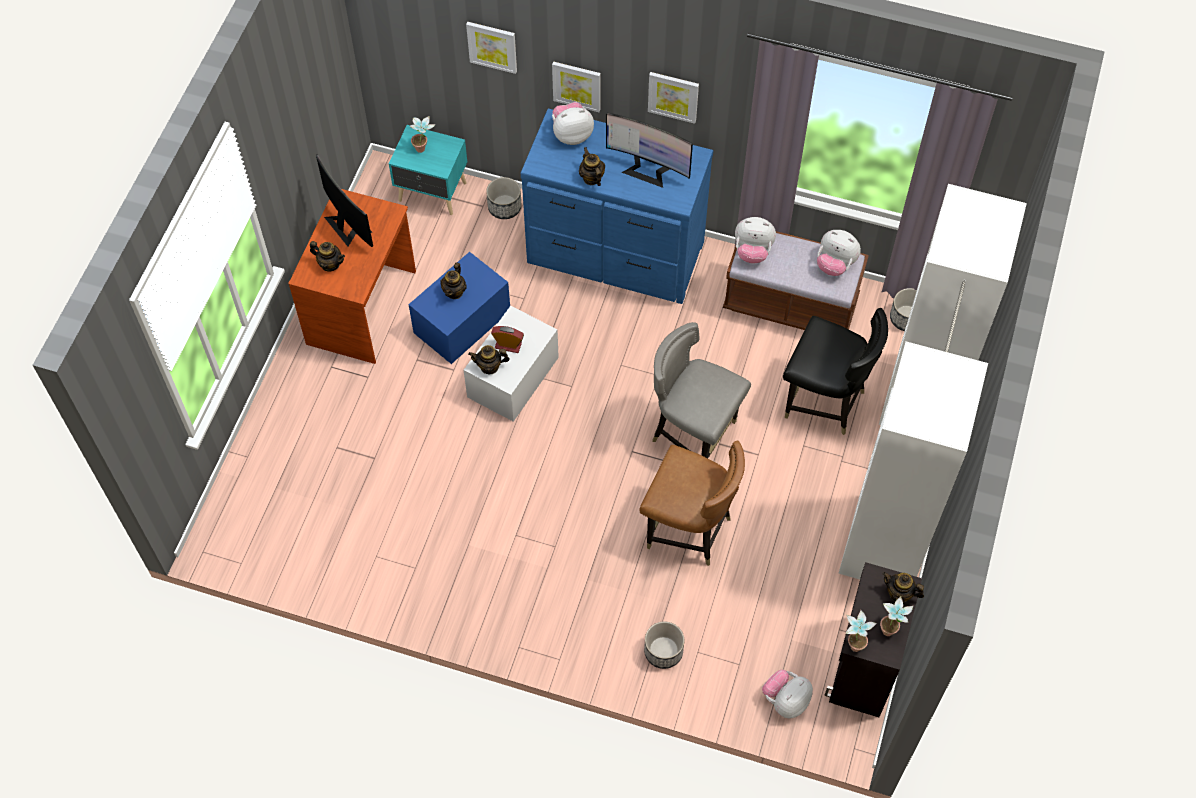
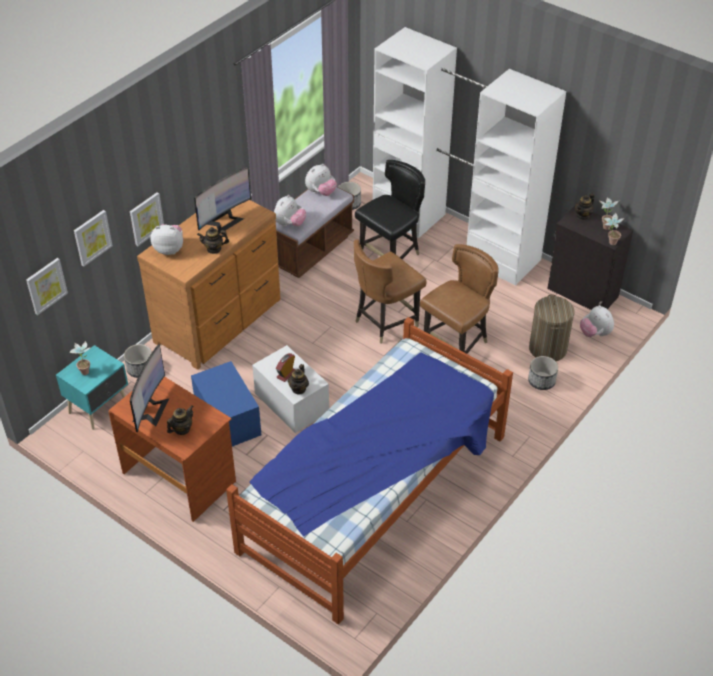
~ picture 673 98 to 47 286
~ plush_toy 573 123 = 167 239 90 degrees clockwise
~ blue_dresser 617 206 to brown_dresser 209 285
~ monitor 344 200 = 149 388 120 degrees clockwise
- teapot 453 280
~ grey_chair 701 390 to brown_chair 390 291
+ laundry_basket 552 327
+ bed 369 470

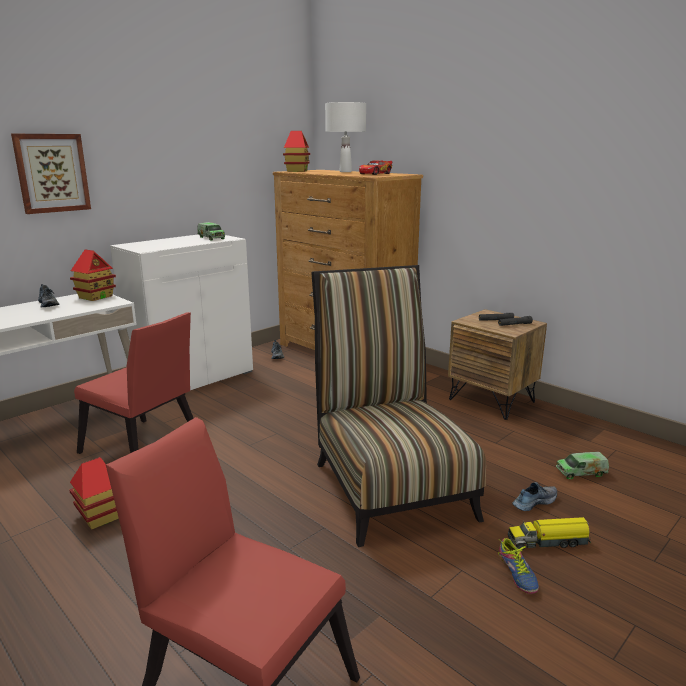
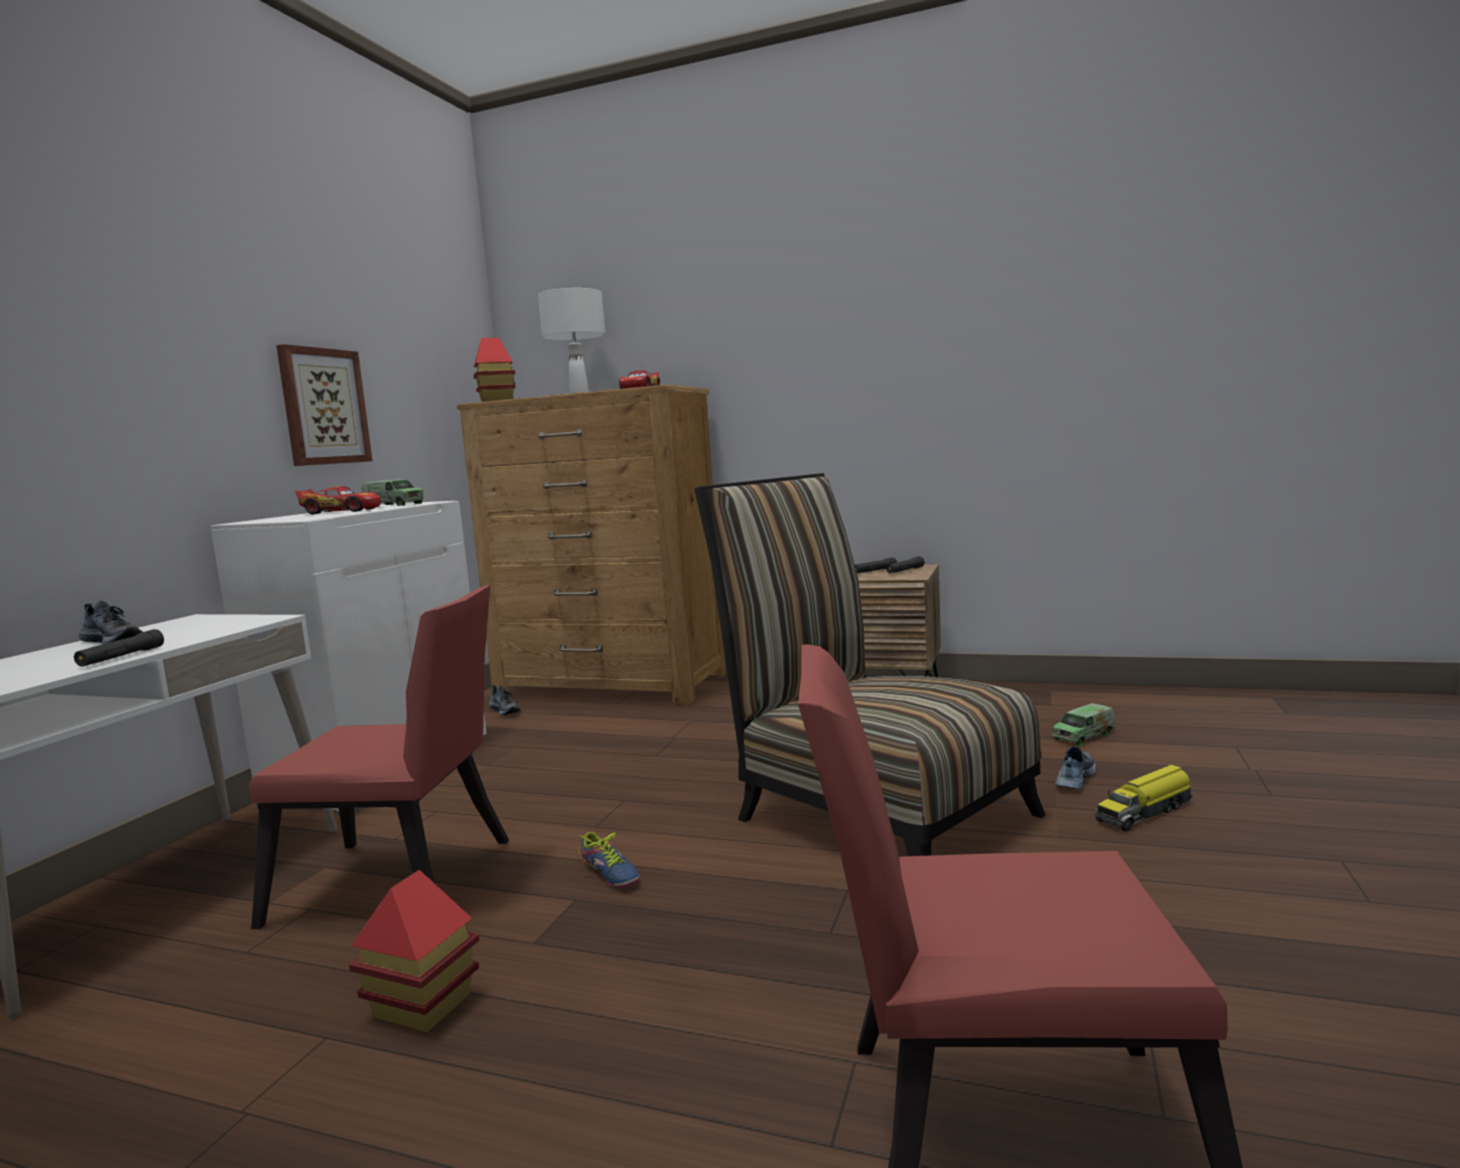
~ picture 51 174 to 324 405
- toy_house 93 275
~ shoe 518 566 to 608 860
+ toy_car 338 500
+ black_flashlight 119 648

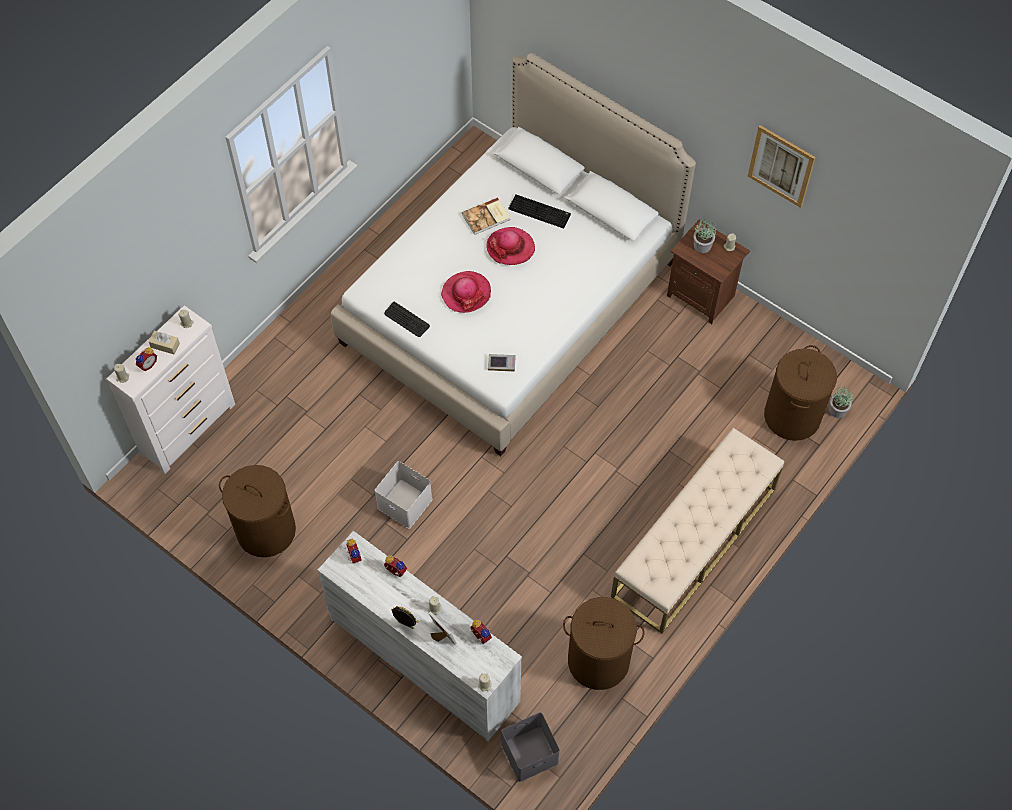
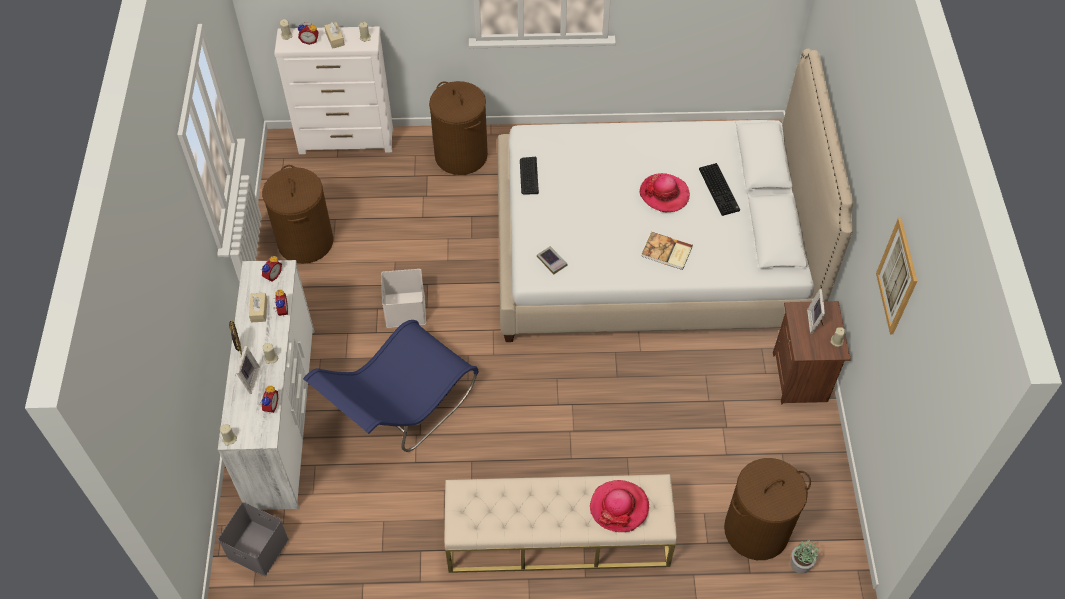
~ book 486 216 to 667 251
~ potted_plant 705 236 to picture_frame 816 311
~ hat 466 292 to 619 506
~ brown_laundry_basket 603 643 to 458 128
+ beige_tissue_box 258 307
+ blue_chair 391 386

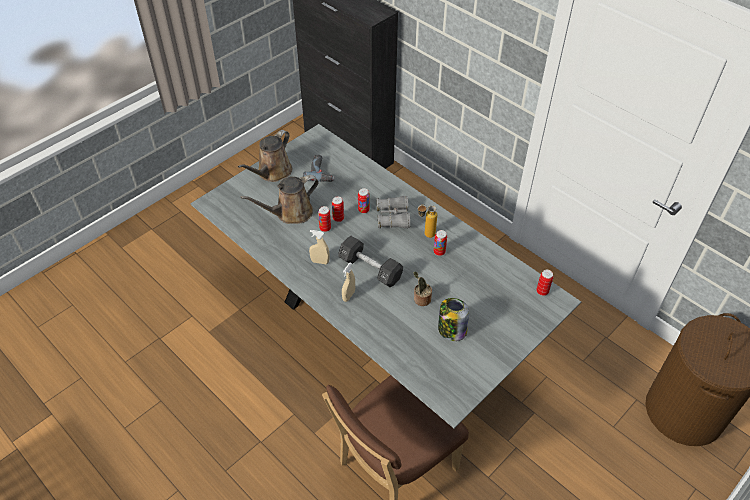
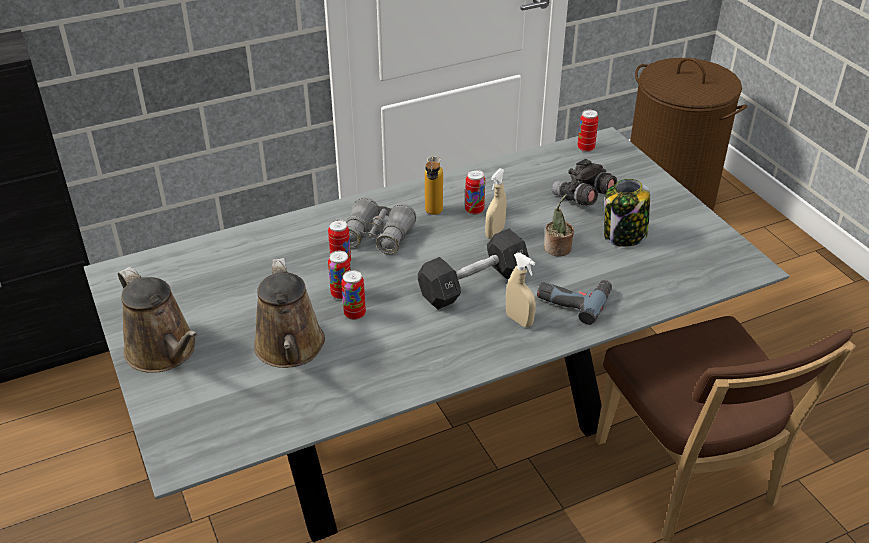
~ power_drill 319 168 to 574 302
~ beige_spray_bottle 319 247 to 495 204
+ grey_binoculars 584 182

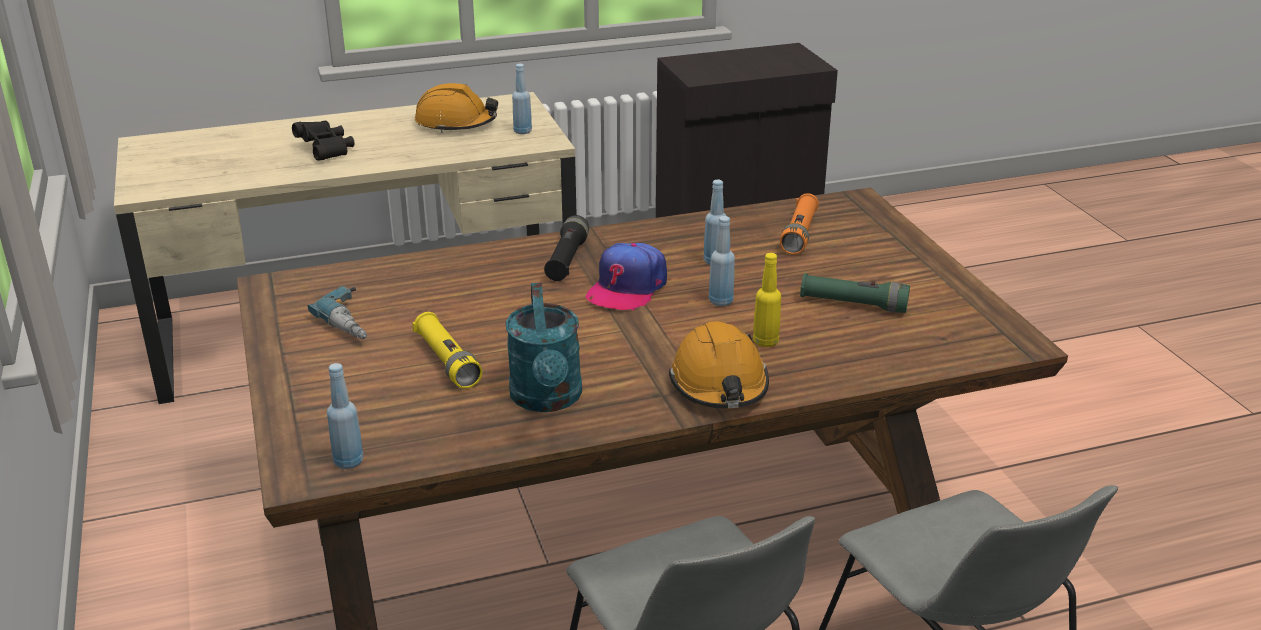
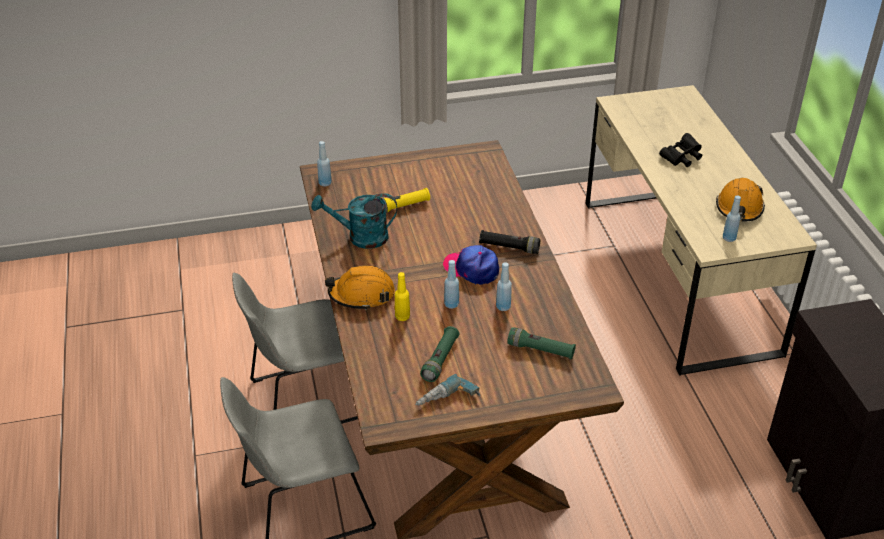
~ orange_flashlight 799 224 to green_flashlight 541 343
~ power_drill 337 312 to 447 390

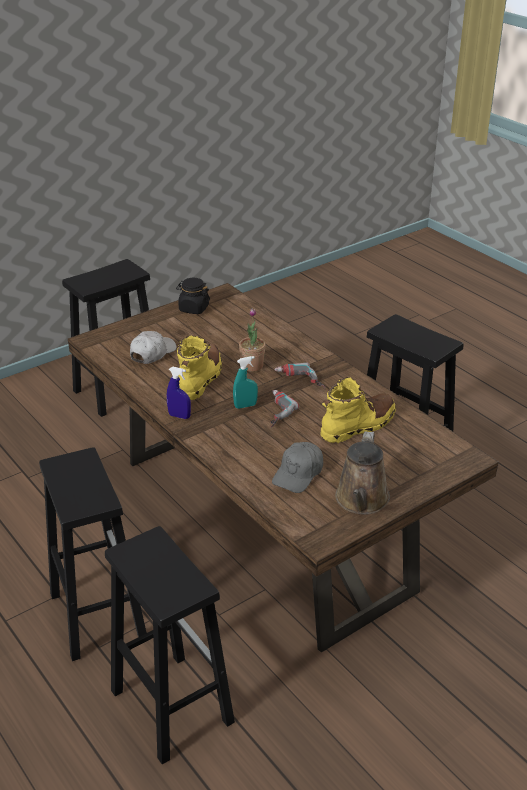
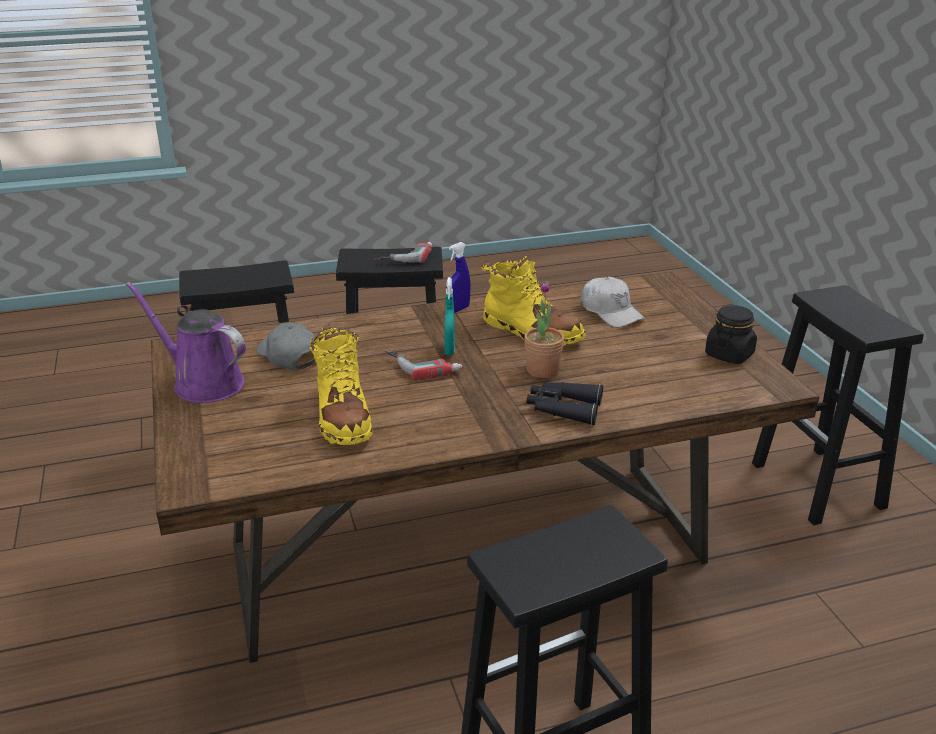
~ power_drill 299 375 to 403 252
~ brown_watering_can 362 473 to purple_watering_can 186 342
+ black_binoculars 565 403

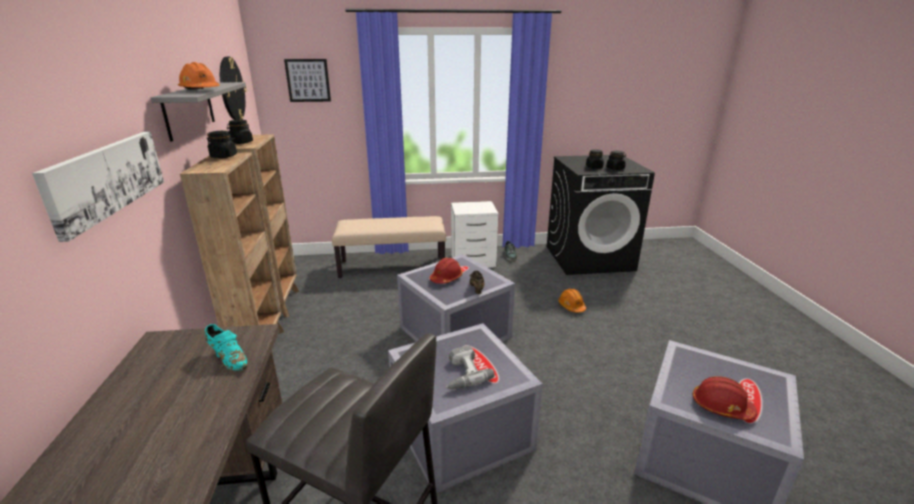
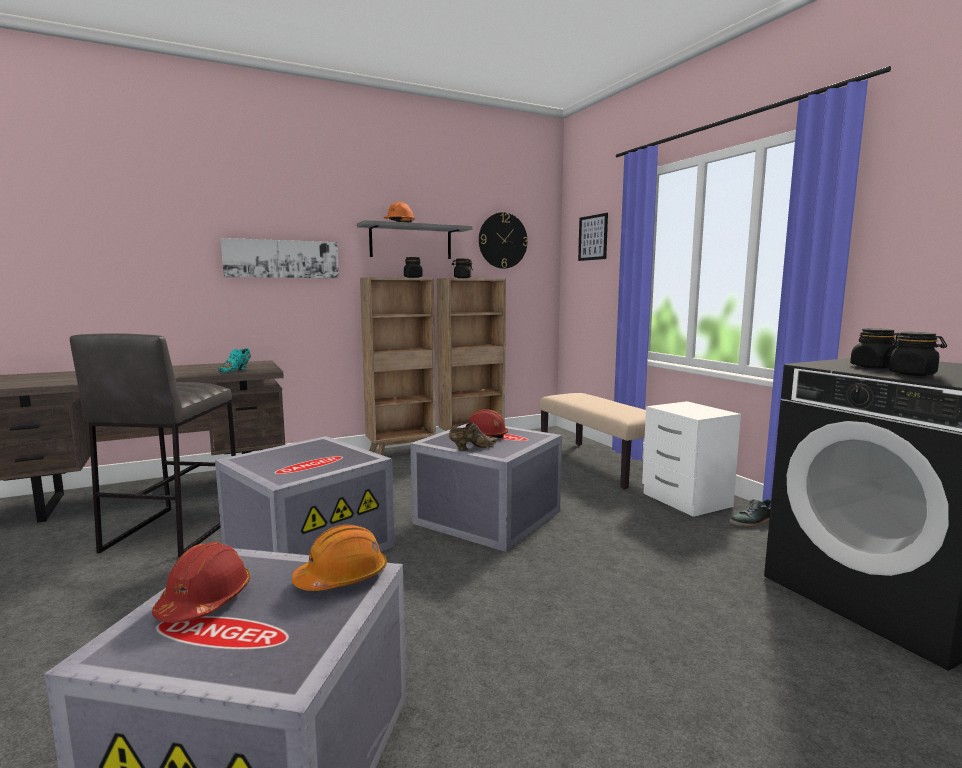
~ orange_hard_hat 572 301 to 339 557
- power_drill 470 367

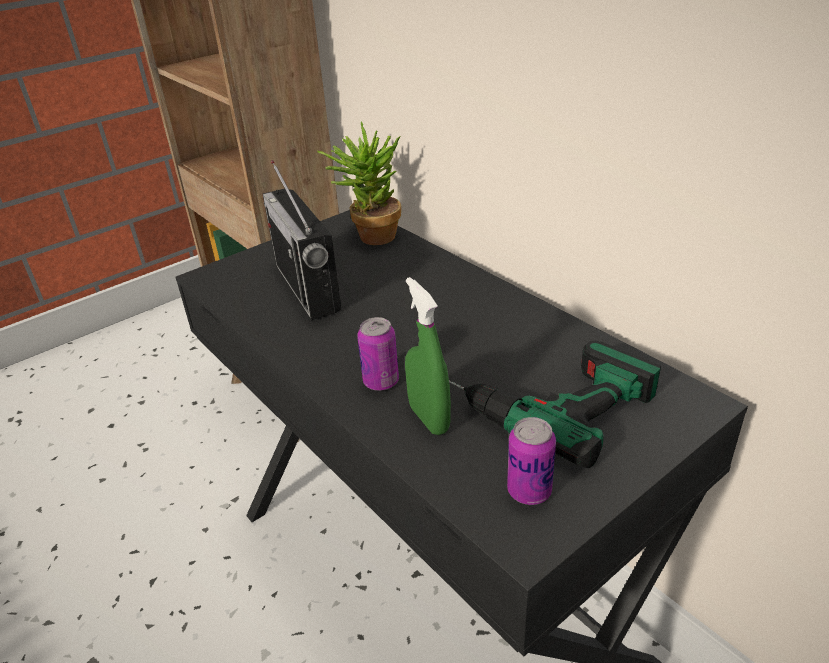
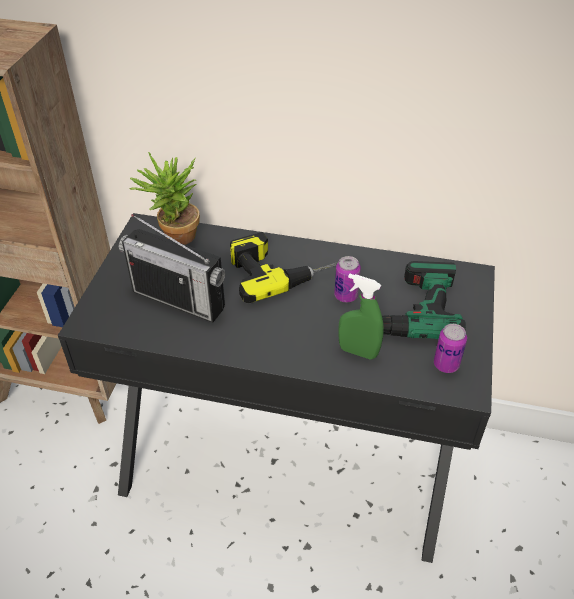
~ can 378 354 to 347 279
+ power_drill 284 267

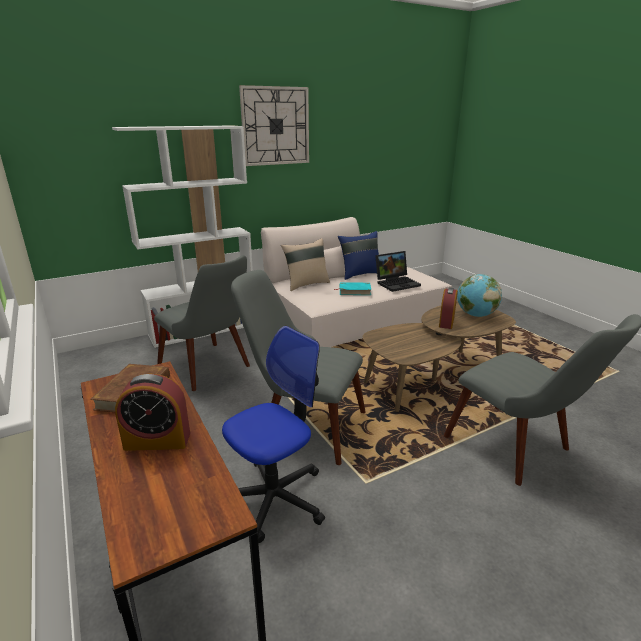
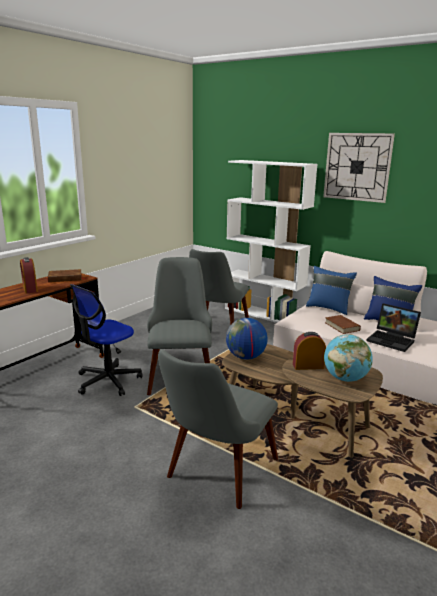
~ beige_pillow 305 264 to blue_pillow 331 290
~ turquoise_book 352 288 to brown_book 343 324
~ office_chair 273 434 = 106 340 105 degrees clockwise
+ globe 247 339

